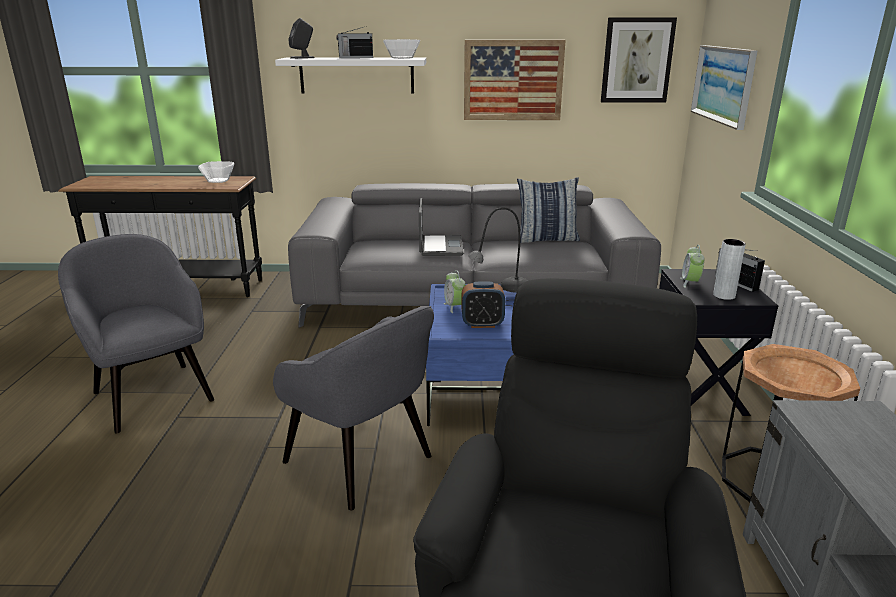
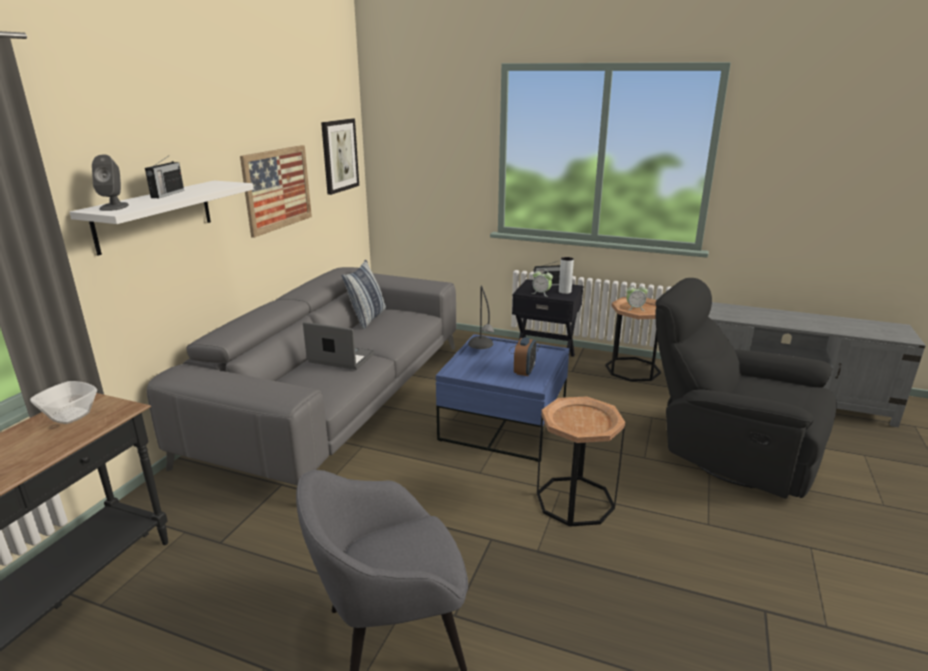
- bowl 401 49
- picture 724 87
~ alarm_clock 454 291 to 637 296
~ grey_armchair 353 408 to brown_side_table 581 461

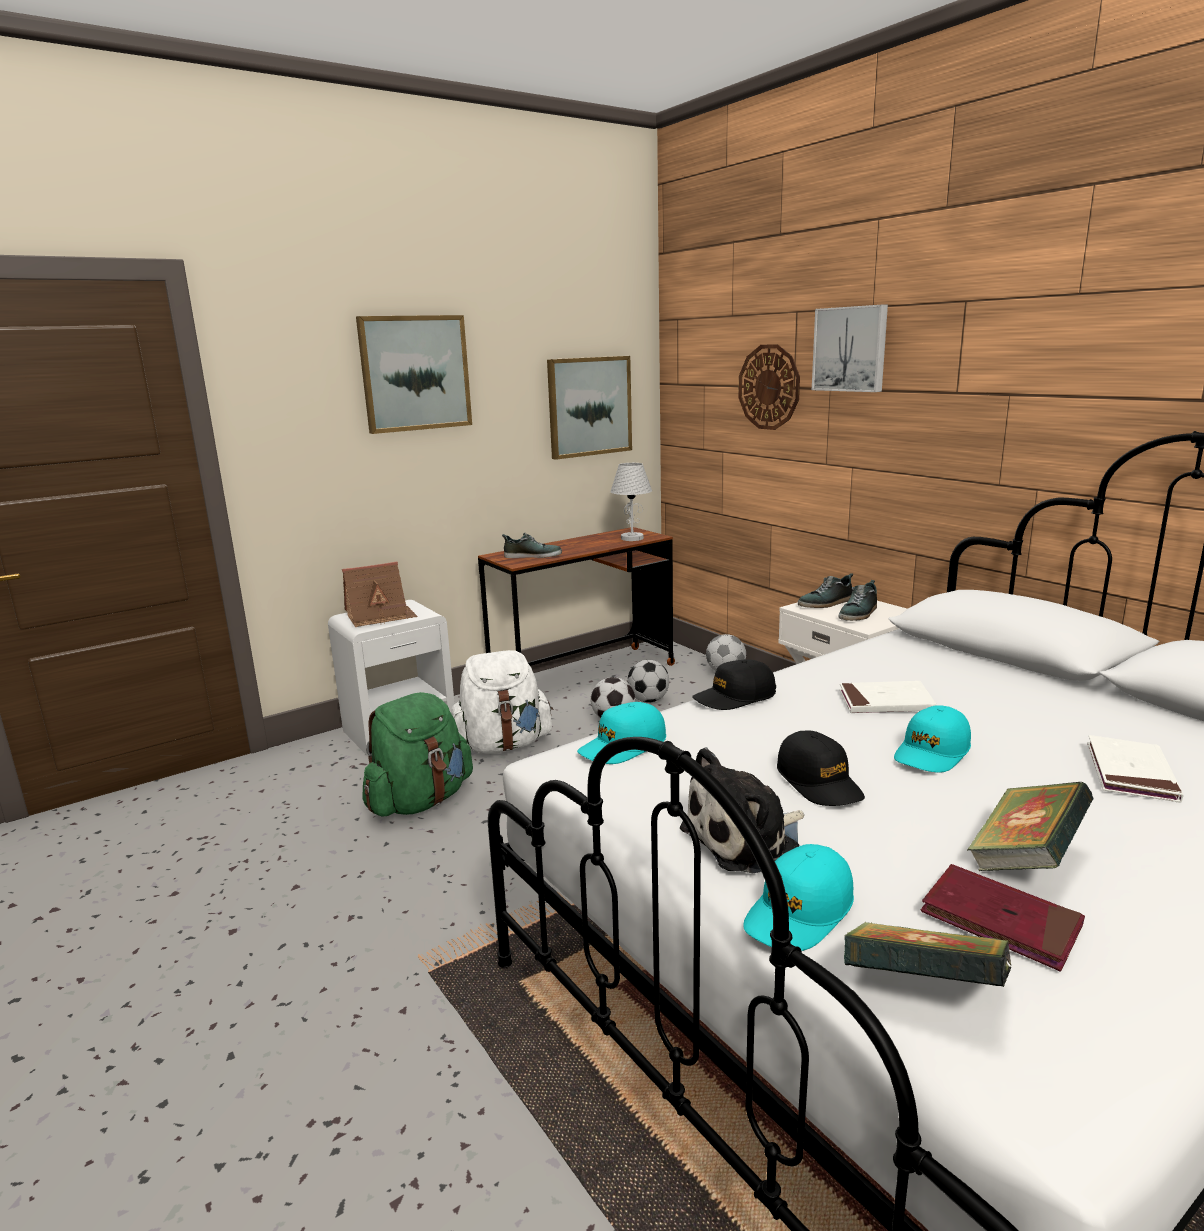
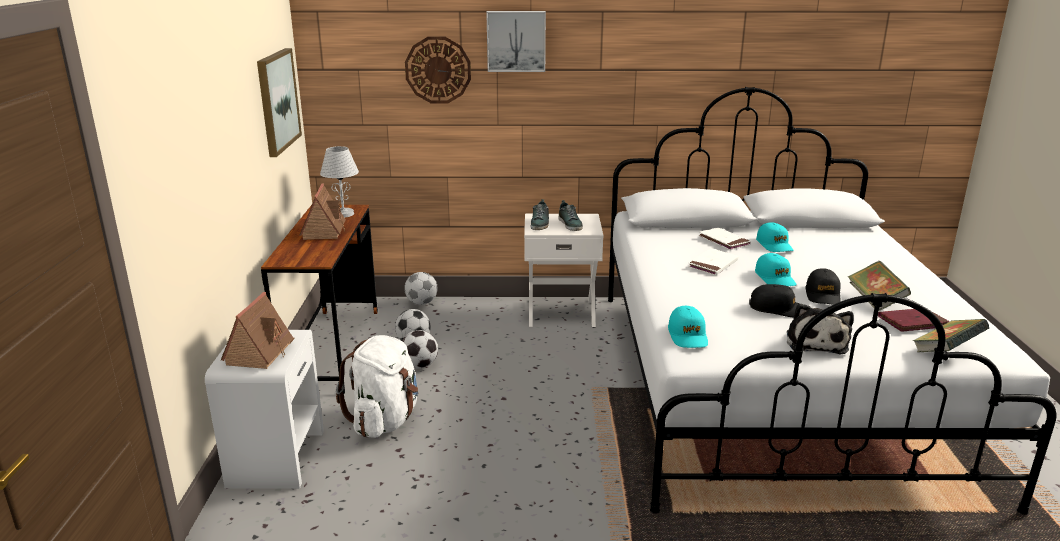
- picture 414 374
- shoe 532 545
~ black_cap 734 684 to 823 286
- green_backpack 417 754
~ white_book 1135 769 to 724 239
~ turquoise_cap 798 897 to 774 237
+ toy_house 322 211

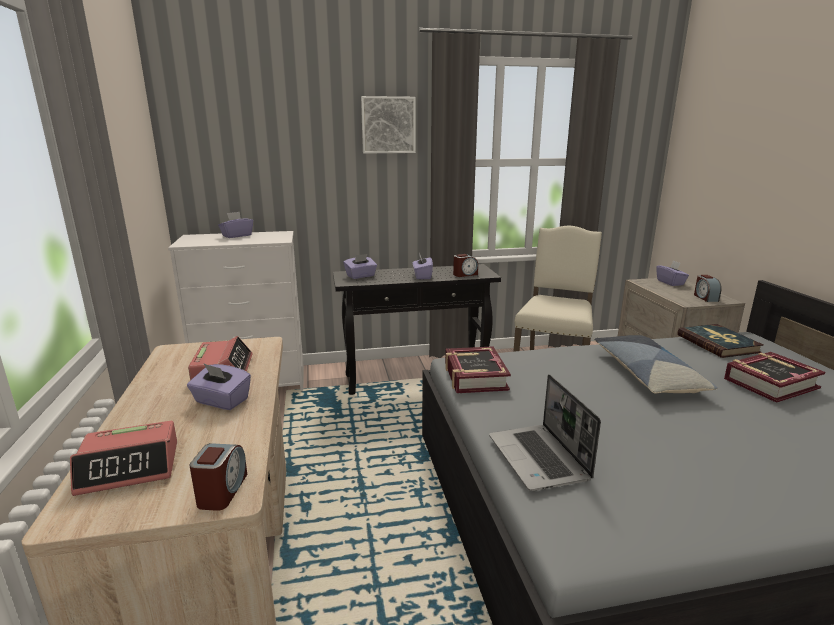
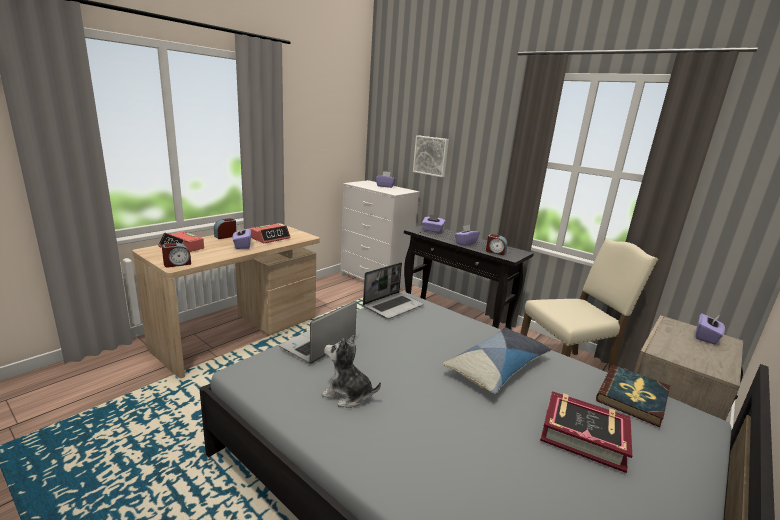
~ picture 388 124 to 431 156
~ alarm_clock 708 288 to 225 228
~ book 478 369 to laptop 393 290
+ plush_toy 351 371

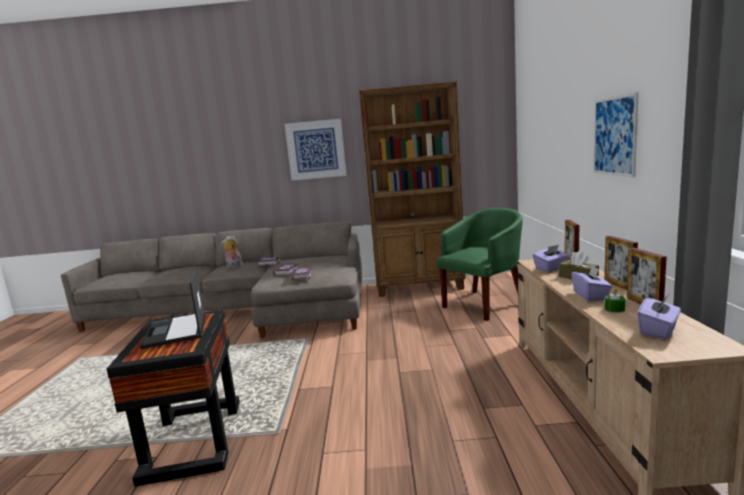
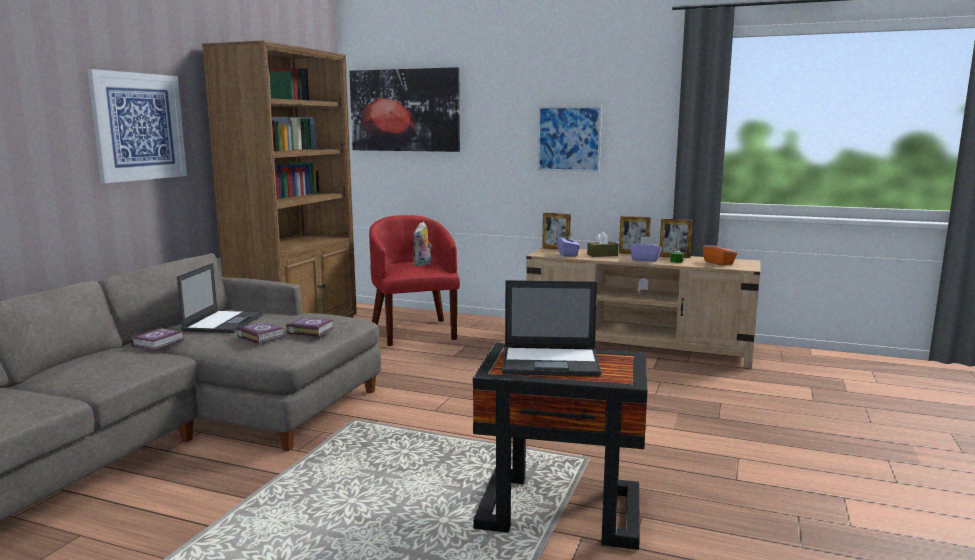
~ green_armchair 479 264 to red_armchair 414 280
~ plush_toy 231 251 to 422 244
~ purple_tissue_box 659 316 to orange_tissue_box 720 252
+ picture 404 109
+ laptop 220 298

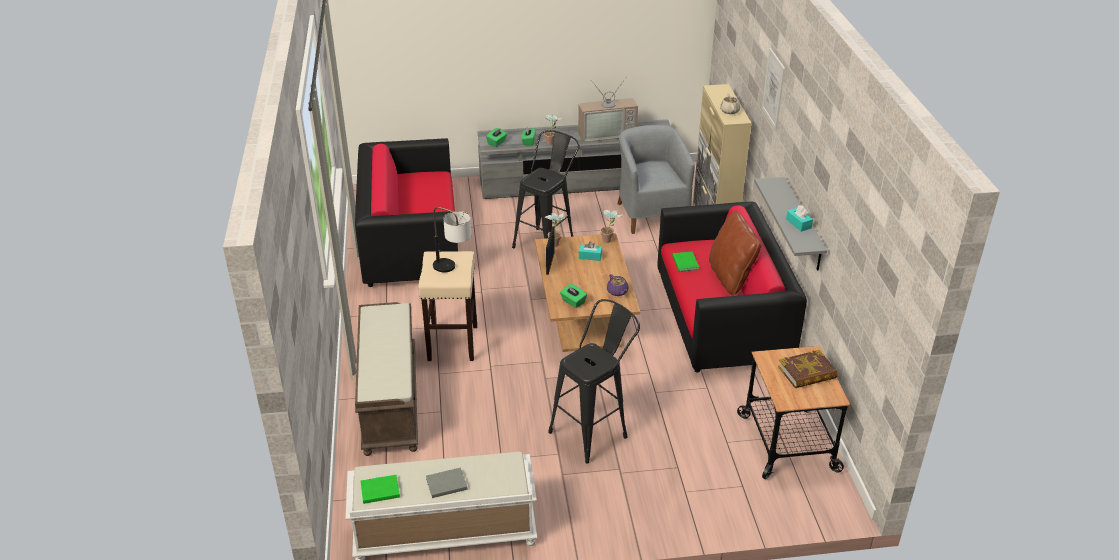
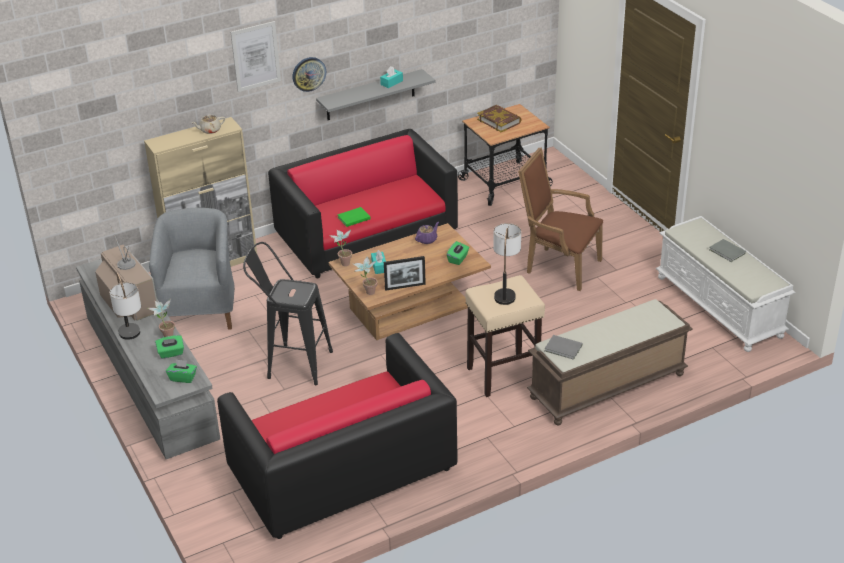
~ grey_armchair 656 179 = 192 269 120 degrees clockwise
- brown_pillow 735 253
~ black_stool 594 381 to brown_armchair 560 219
- green_book 380 489
+ wall_clock 309 74
+ table_lamp 125 306
+ grey_book 563 347

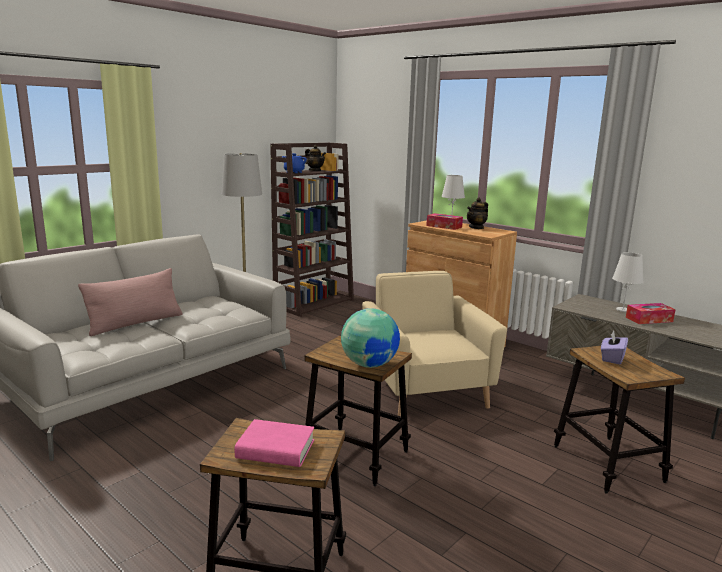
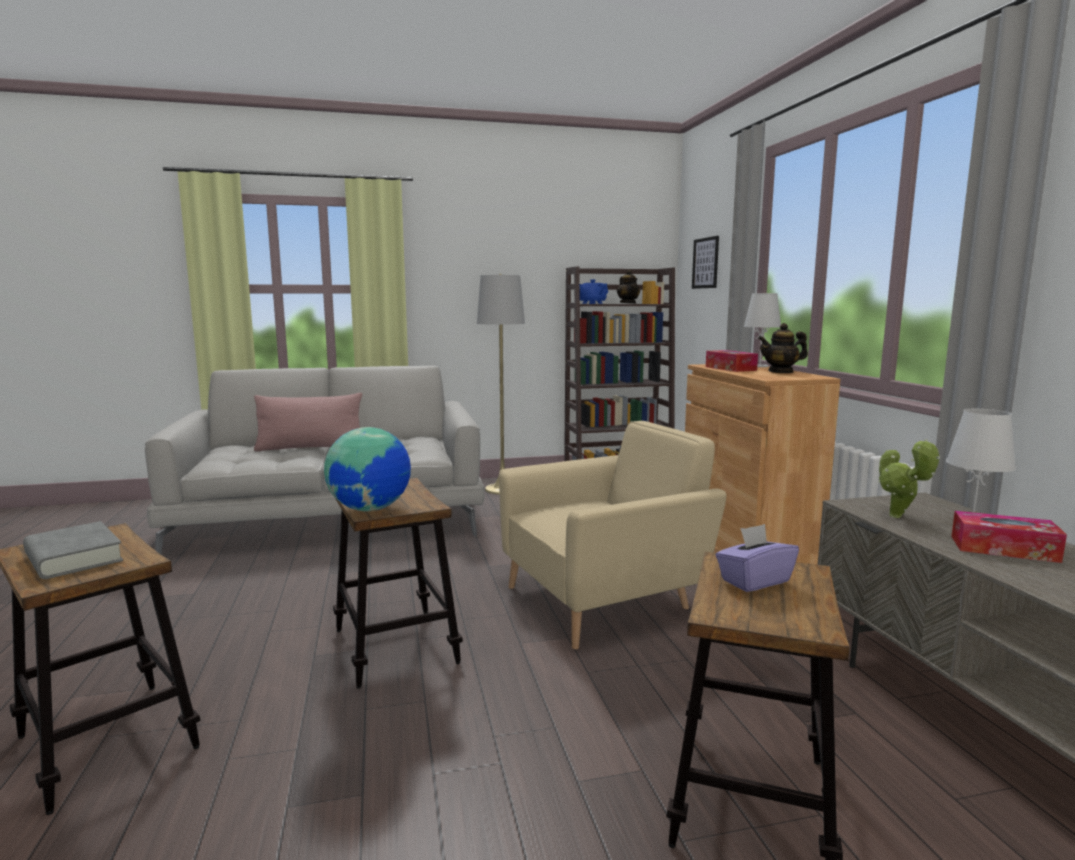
~ beige_armchair 434 343 = 613 535 45 degrees clockwise
~ pink_book 274 443 to grey_book 73 550
+ picture 705 262
+ potted_plant 909 478

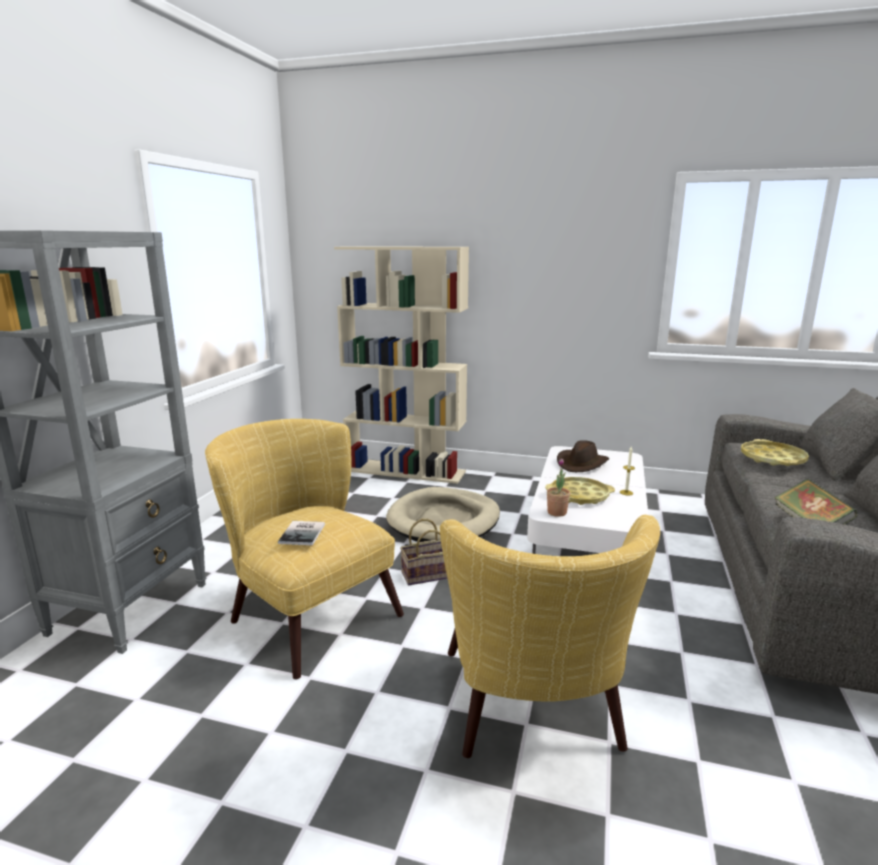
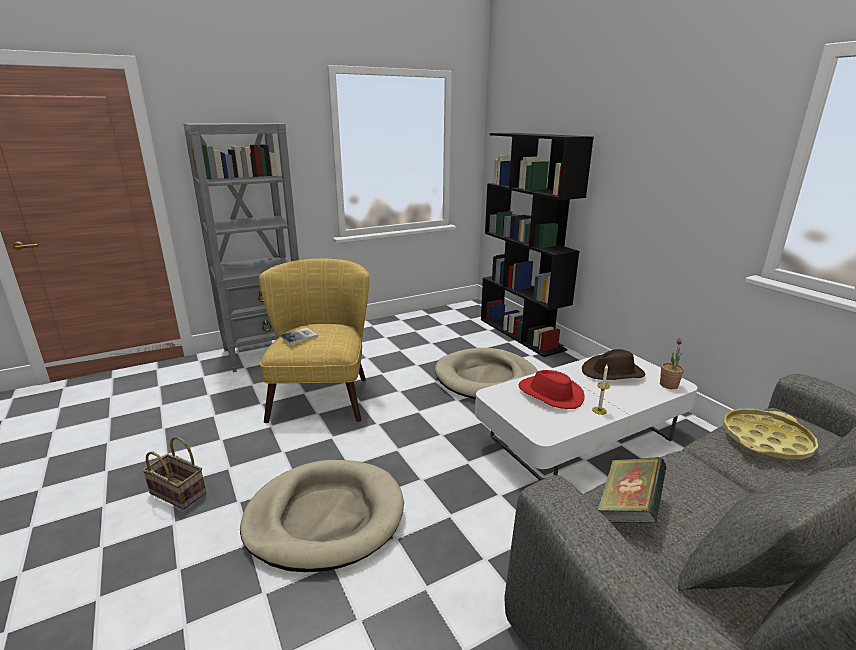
~ beige_bookcase 401 365 to black_bookcase 537 245
~ potted_plant 558 488 to 672 363
~ yellow_tray 580 491 to red_hat 551 389
~ yellow_armchair 550 636 to beige_dog_bed 322 516
~ basket 424 552 to 174 473

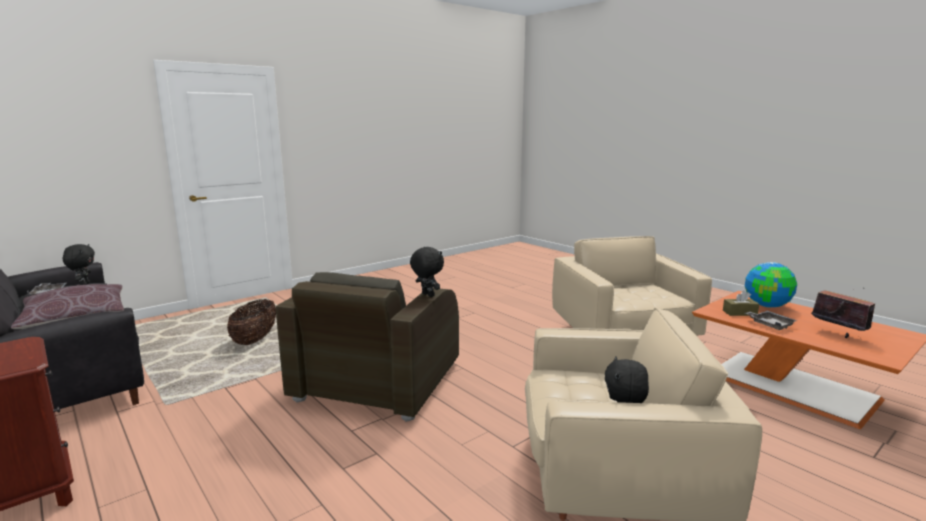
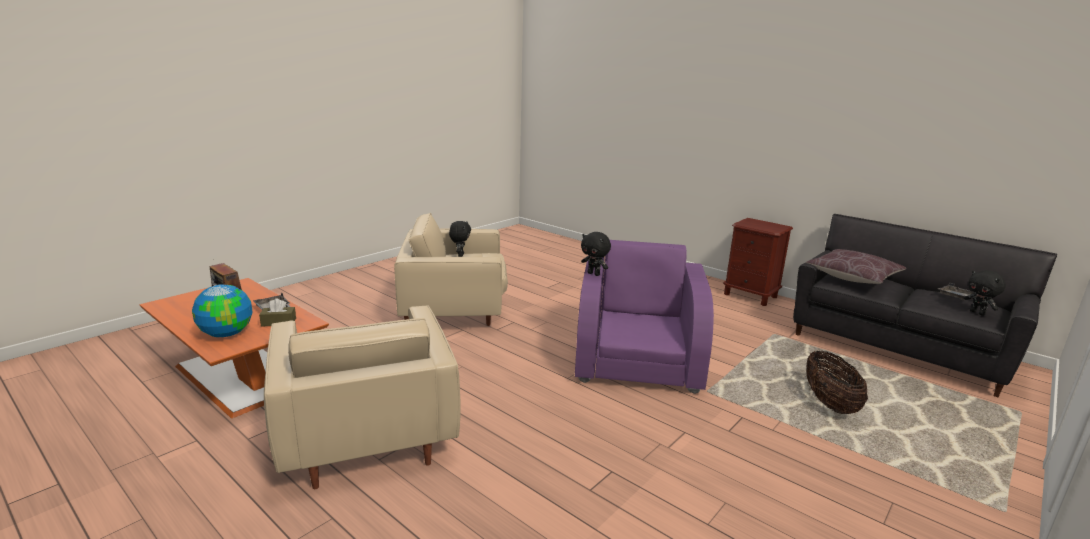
~ brown_armchair 367 347 to purple_armchair 644 317

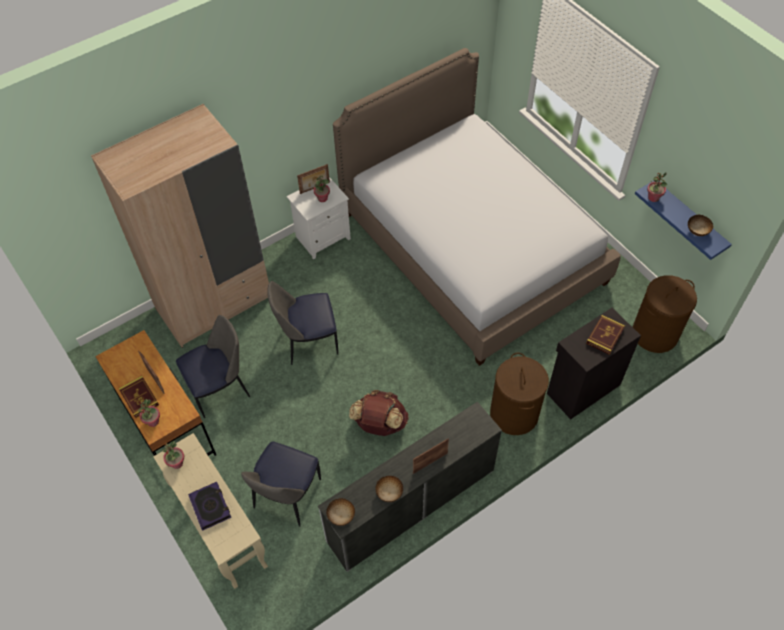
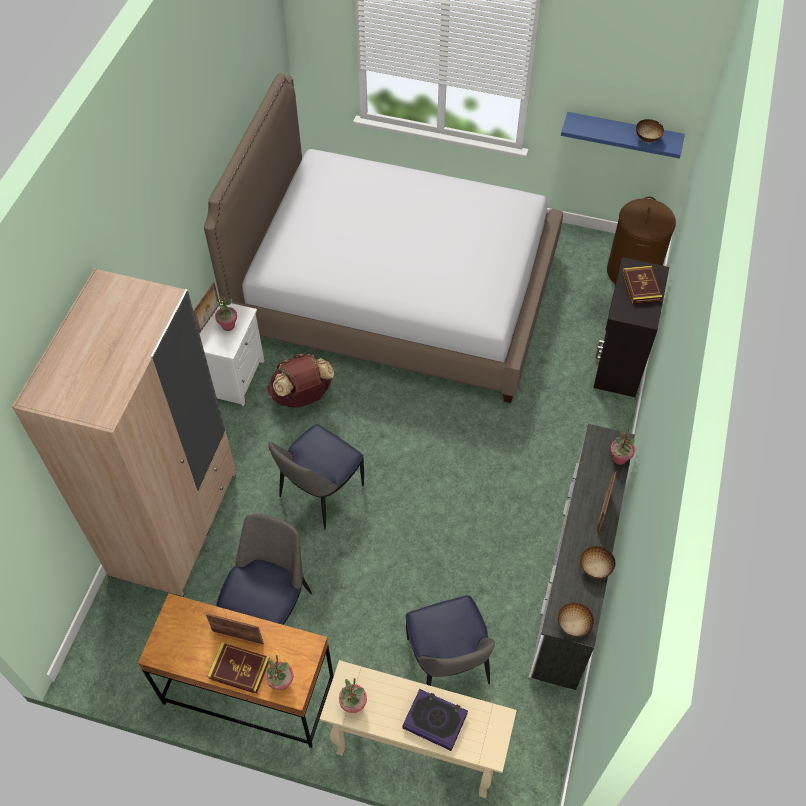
~ potted_plant 657 187 to 622 446
- brown_laundry_basket 519 393
~ brown_backpack 379 413 to 301 380

